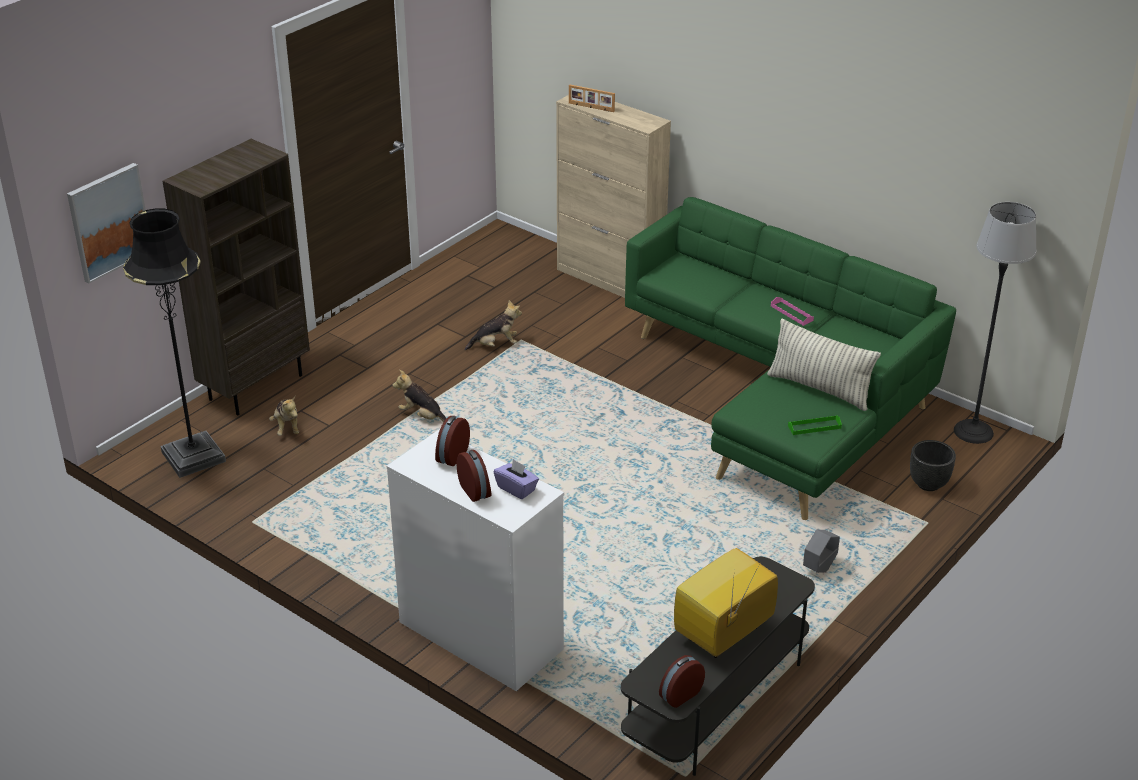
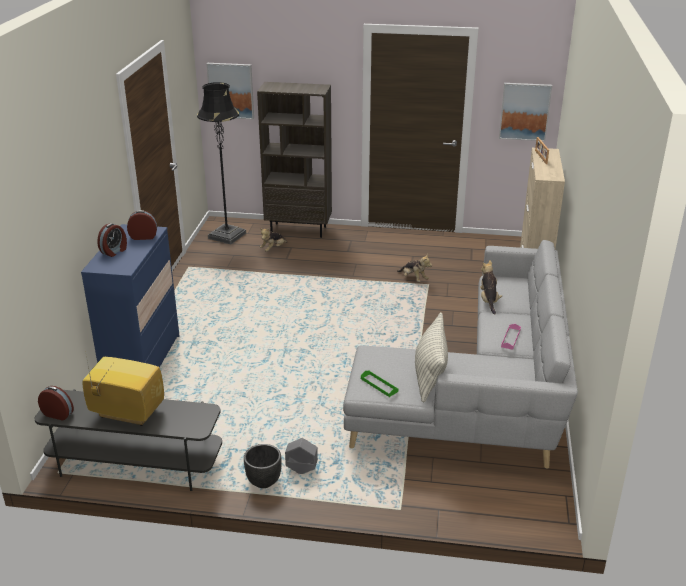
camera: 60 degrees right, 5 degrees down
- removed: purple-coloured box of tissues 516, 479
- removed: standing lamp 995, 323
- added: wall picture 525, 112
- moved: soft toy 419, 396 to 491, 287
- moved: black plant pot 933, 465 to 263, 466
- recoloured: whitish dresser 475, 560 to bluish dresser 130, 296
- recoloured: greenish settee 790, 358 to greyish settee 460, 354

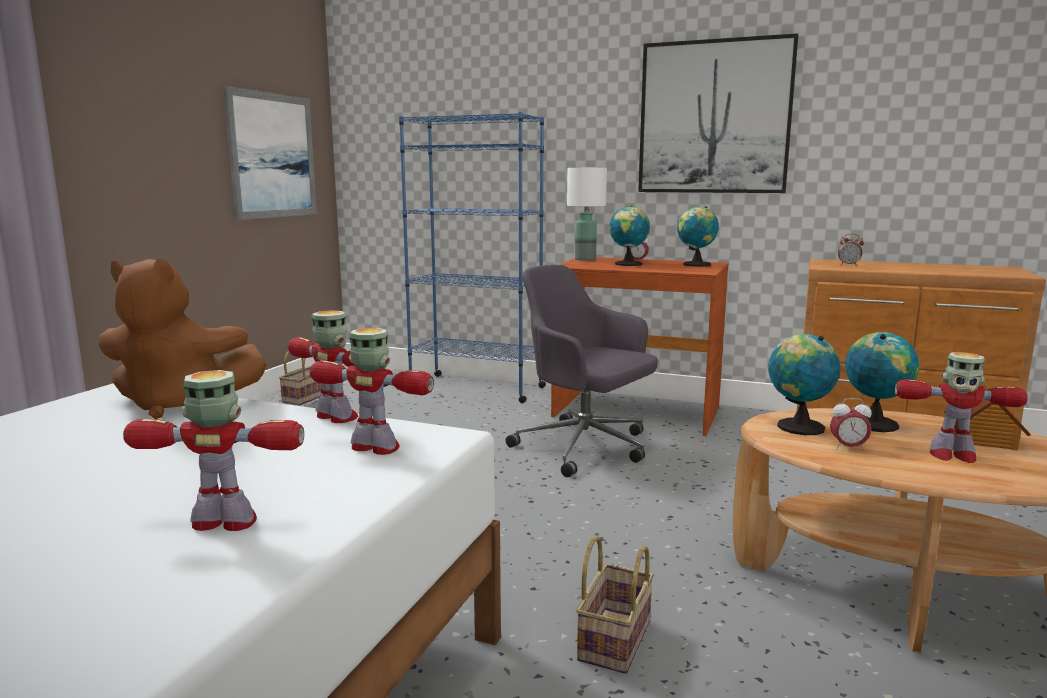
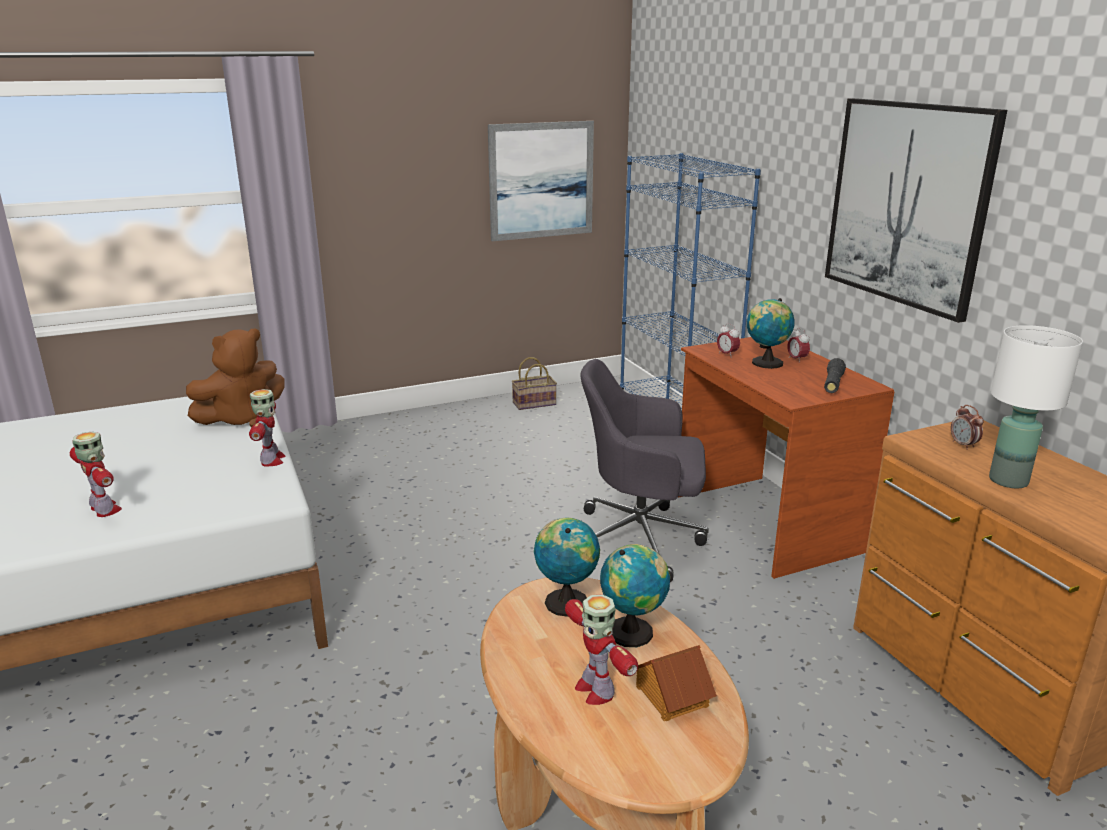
camera: 45 degrees right, 10 degrees up
- removed: toy robot 372, 391
- removed: basket 615, 605
- moved: whitish tabletop lamp 587, 214 to 1036, 406
- moved: alarm clock 851, 424 to 728, 340
- replaced: desk globe 698, 236 to black hand torch 835, 375
- turned: brown-coloured soft toy 183, 339 = 235, 378 90 degrees counterclockwise
- turned: greyish computer chair 582, 370 = 644, 470 75 degrees counterclockwise

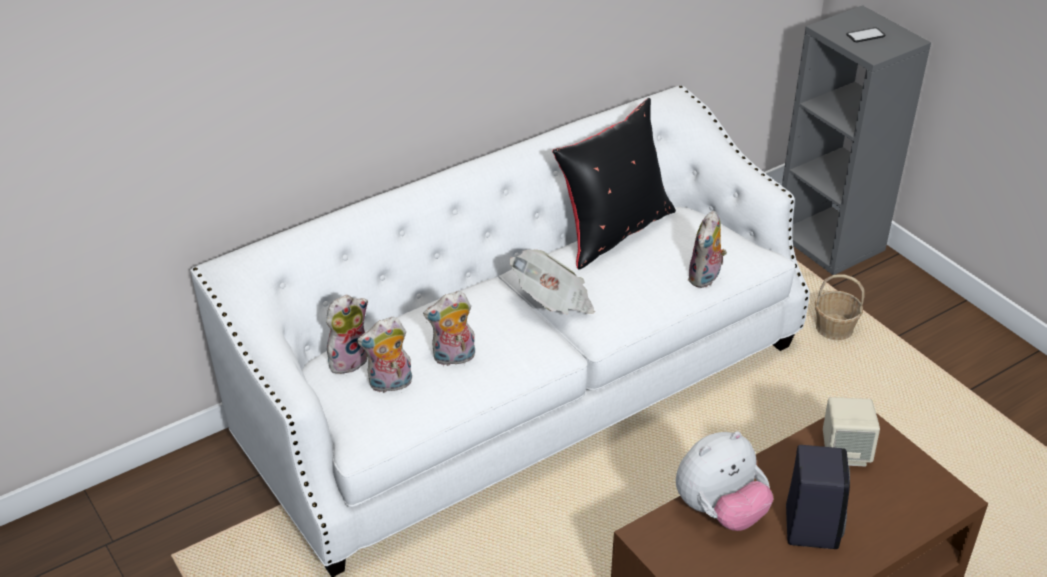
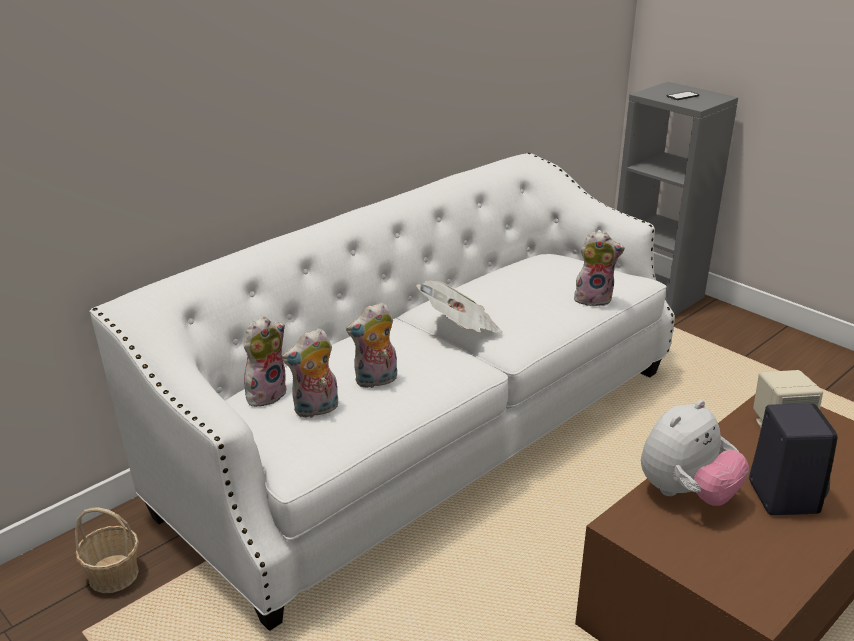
camera: 10 degrees left, 10 degrees down
- removed: black throw pillow 614, 184
- moved: basket 839, 307 to 107, 550
- turned: soft toy 707, 249 = 599, 269 105 degrees counterclockwise

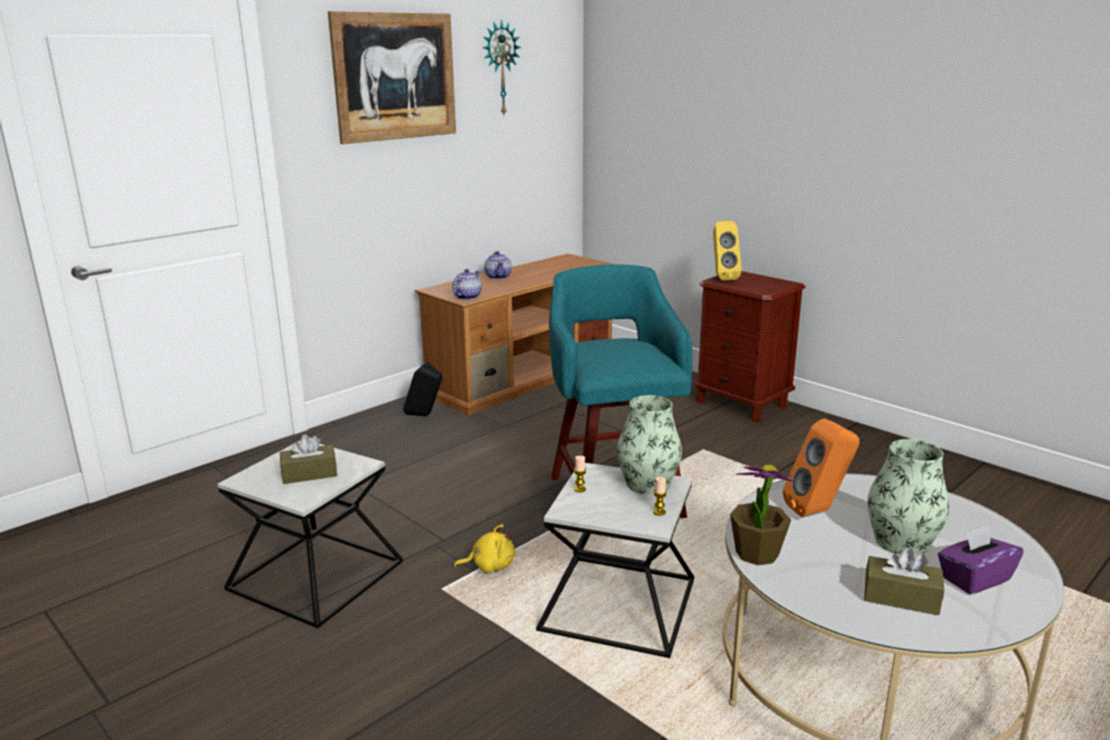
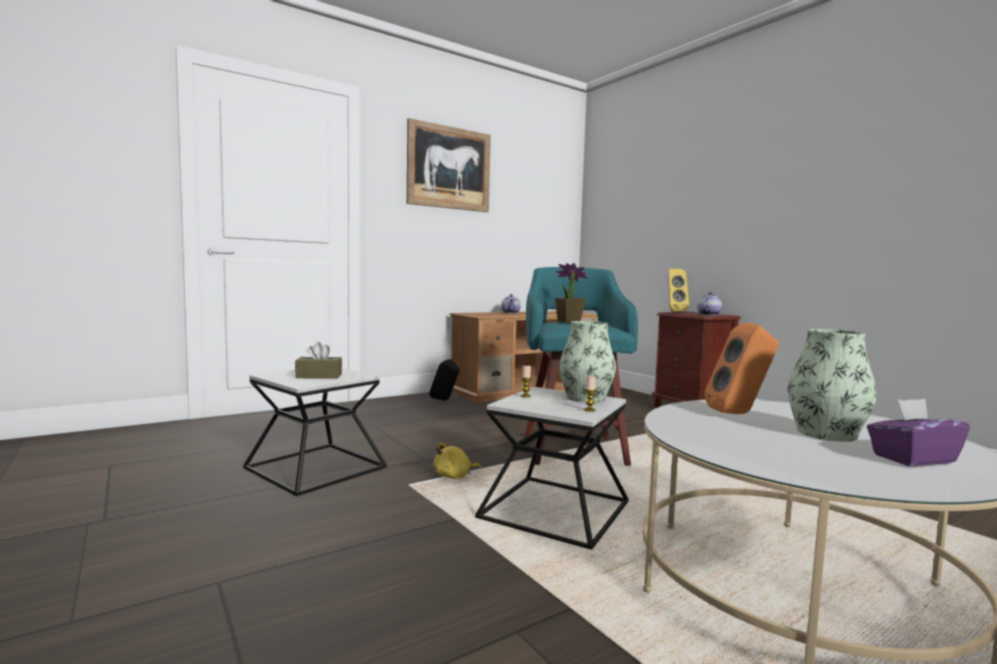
camera: 10 degrees right, 15 degrees down
- removed: wall clock 502, 67
- removed: brown-coloured box of tissues 904, 581
- moved: teapot 467, 284 to 709, 303
- moved: houseplant 762, 515 to 570, 293
- turned: yellow soft toy 484, 548 = 457, 460 150 degrees clockwise

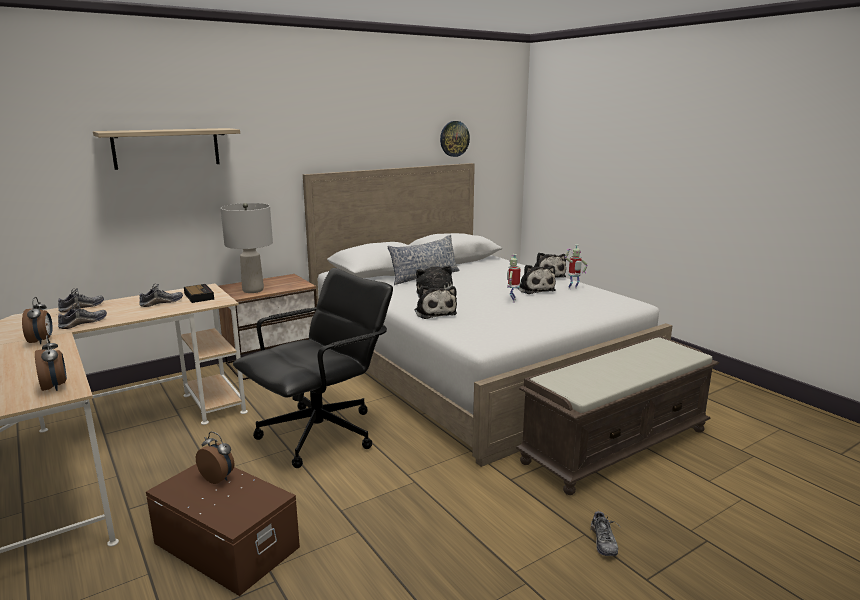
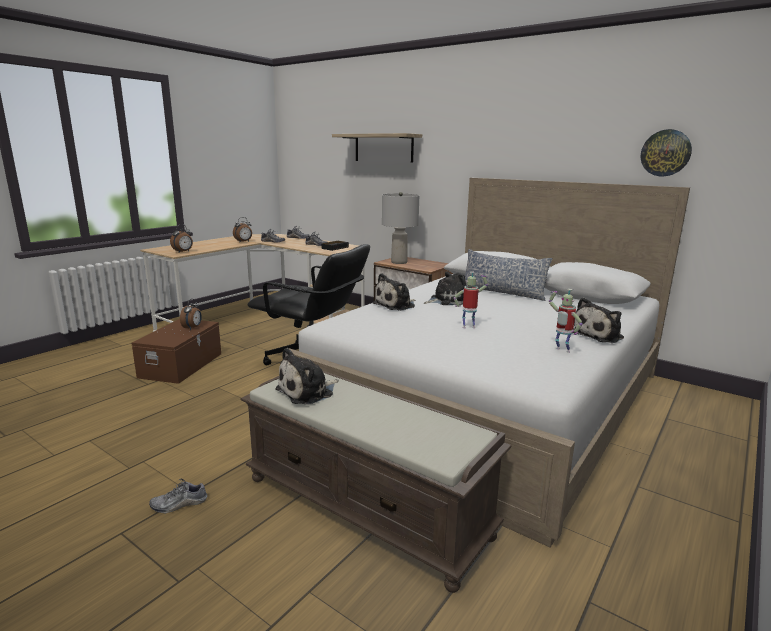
camera: 70 degrees right, 0 degrees up
- moved: soft toy 537, 279 to 307, 376

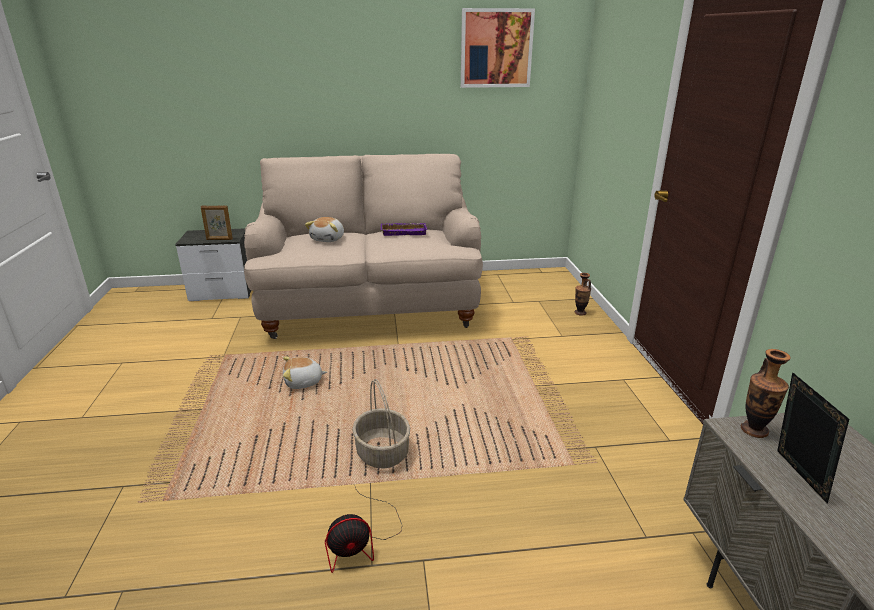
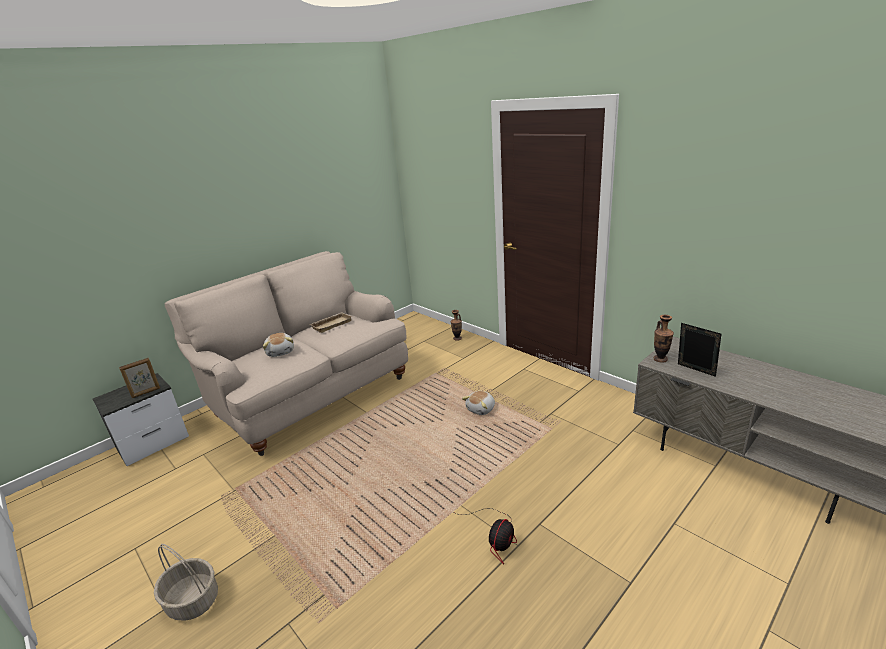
camera: 35 degrees left, 0 degrees up
- removed: wall picture 498, 48
- moved: soft toy 305, 372 to 478, 403
- moved: basket 381, 424 to 186, 582
- recoloured: purple-coloured carrying tray 404, 229 to beige-coloured carrying tray 331, 322

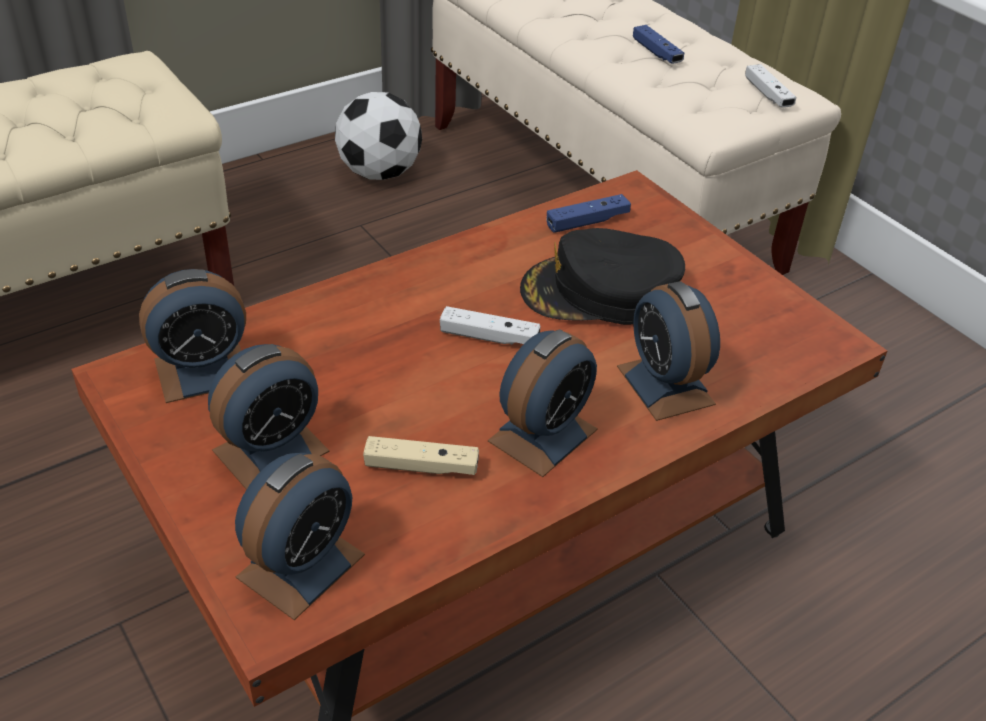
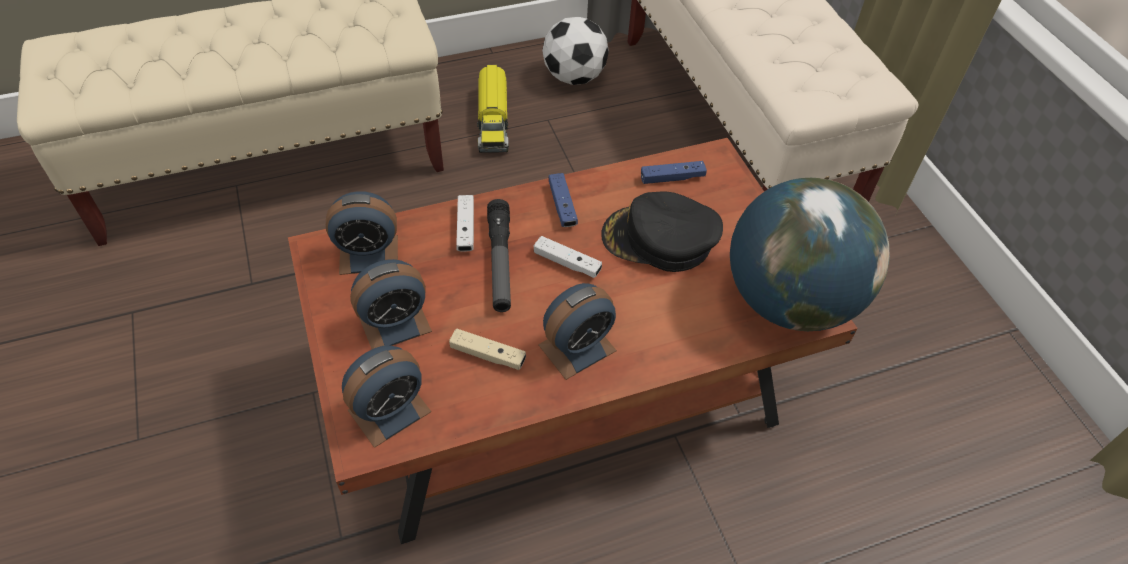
camera: 15 degrees right, 10 degrees up
- removed: alarm clock 668, 351
- added: toy truck 493, 109
- added: hand torch 499, 255
- added: desk globe 810, 254
- moved: bluish gamepad 658, 44 to 563, 200
- moved: whitish gamepad 770, 86 to 465, 223

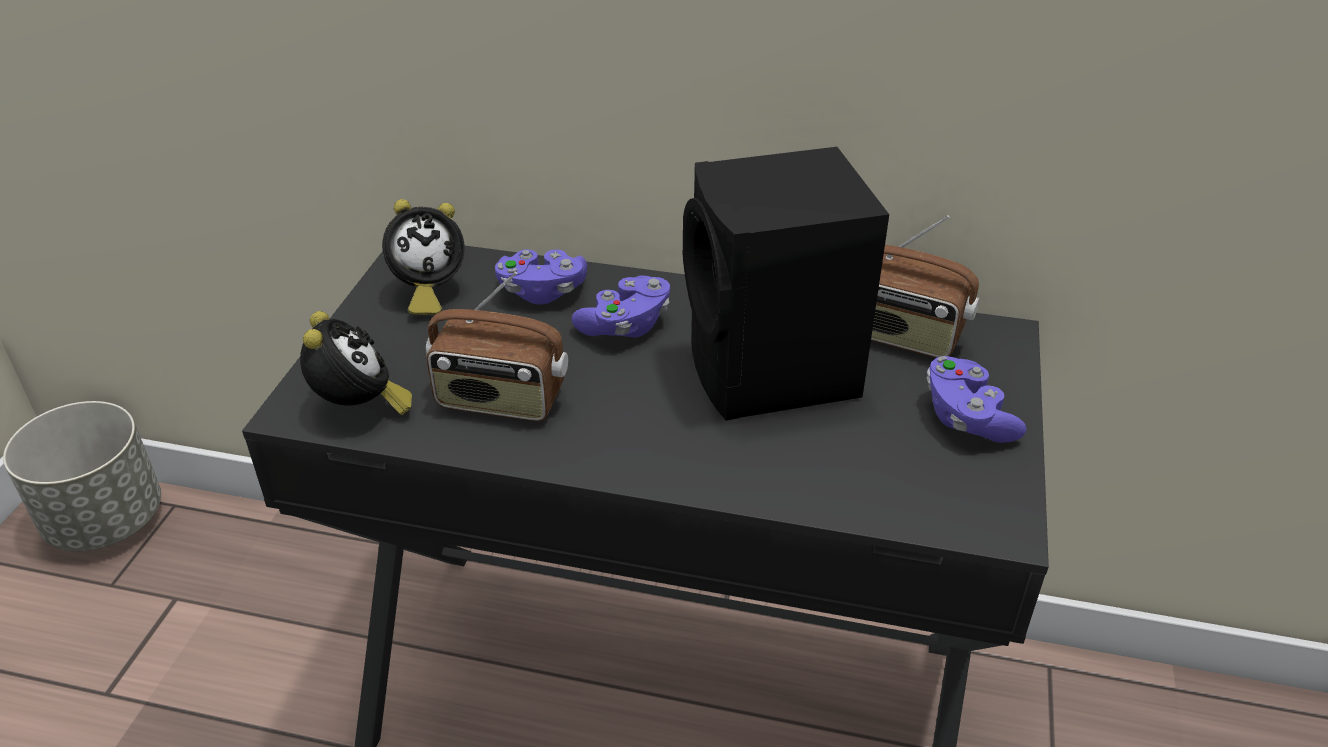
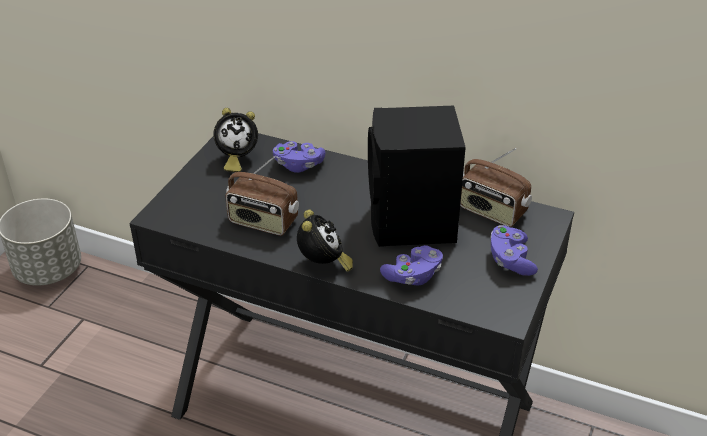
camera: 10 degrees right, 0 degrees up
- moved: alarm clock 356, 363 to 325, 241
- moved: purple-coloured gamepad 620, 306 to 411, 265

